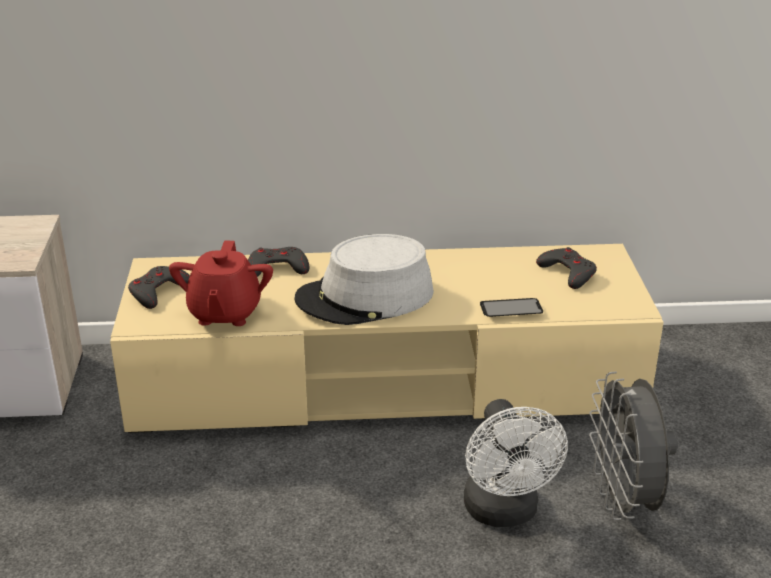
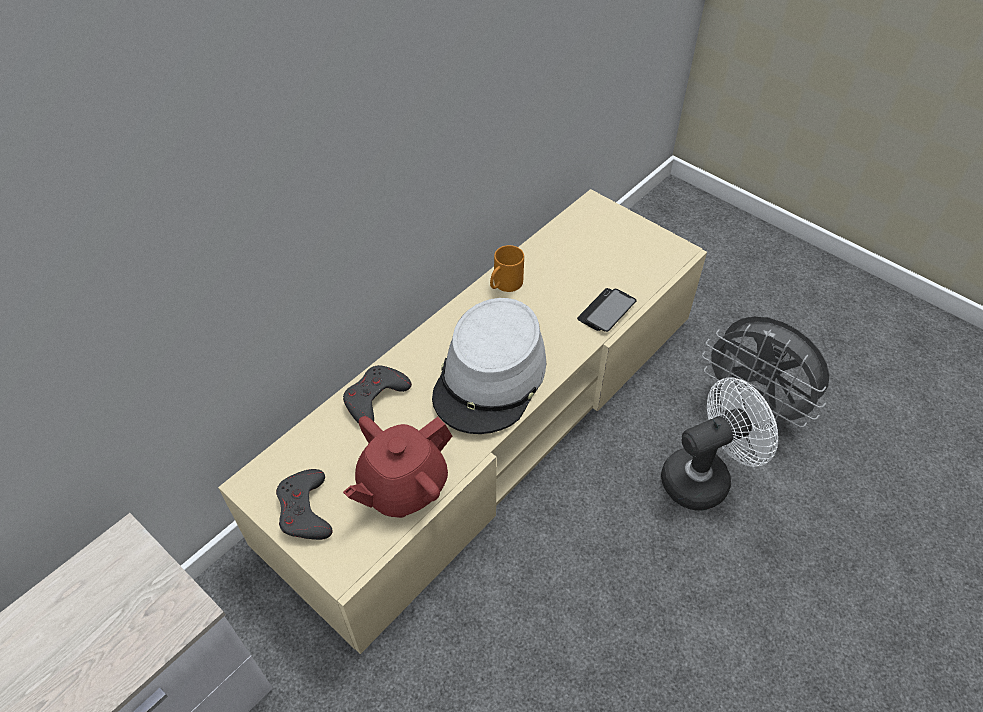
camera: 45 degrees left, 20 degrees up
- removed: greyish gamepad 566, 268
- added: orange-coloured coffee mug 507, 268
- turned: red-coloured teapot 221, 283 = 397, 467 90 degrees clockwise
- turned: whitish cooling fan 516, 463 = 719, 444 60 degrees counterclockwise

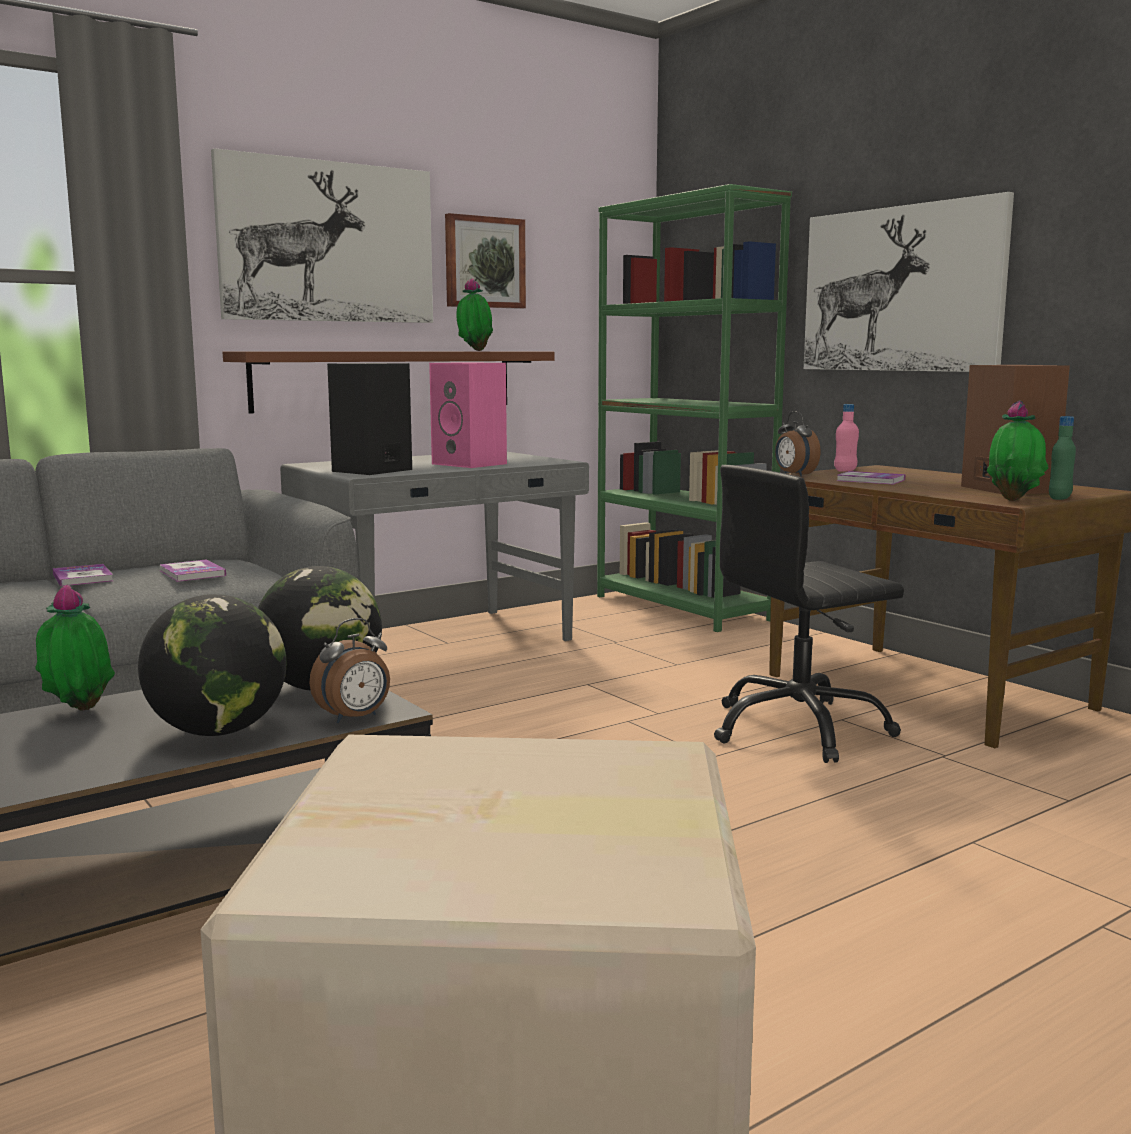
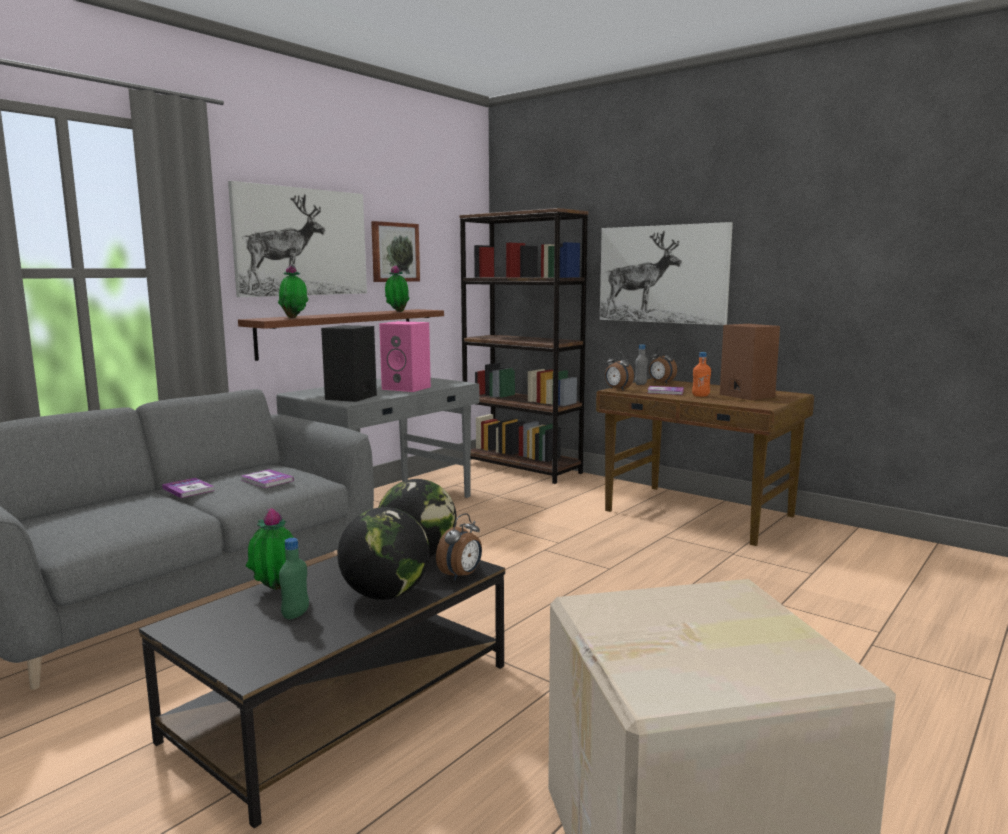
camera: 15 degrees left, 0 degrees up
- removed: black computer chair 809, 614
- added: alarm clock 663, 365
- added: orange-coloured drink bottle 701, 374
- moved: houseplant 1018, 450 to 293, 291
- moved: greenish drink bottle 1062, 458 to 294, 578
- recoloured: greenish bookcase 694, 408 to brown-coloured bookcase 524, 346
- recoloured: pinkish drink bottle 846, 437 to greyish drink bottle 641, 364

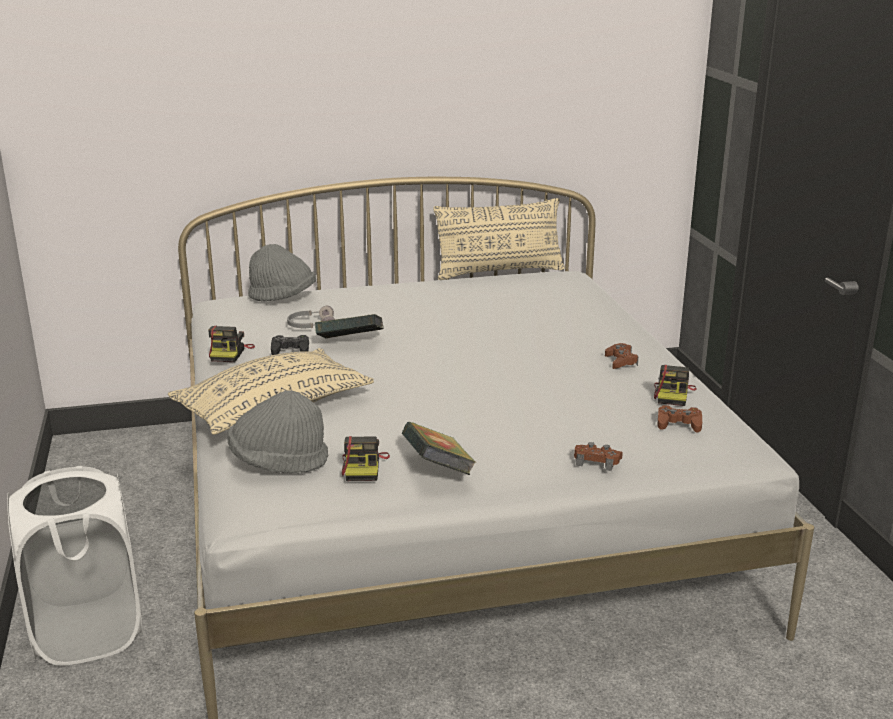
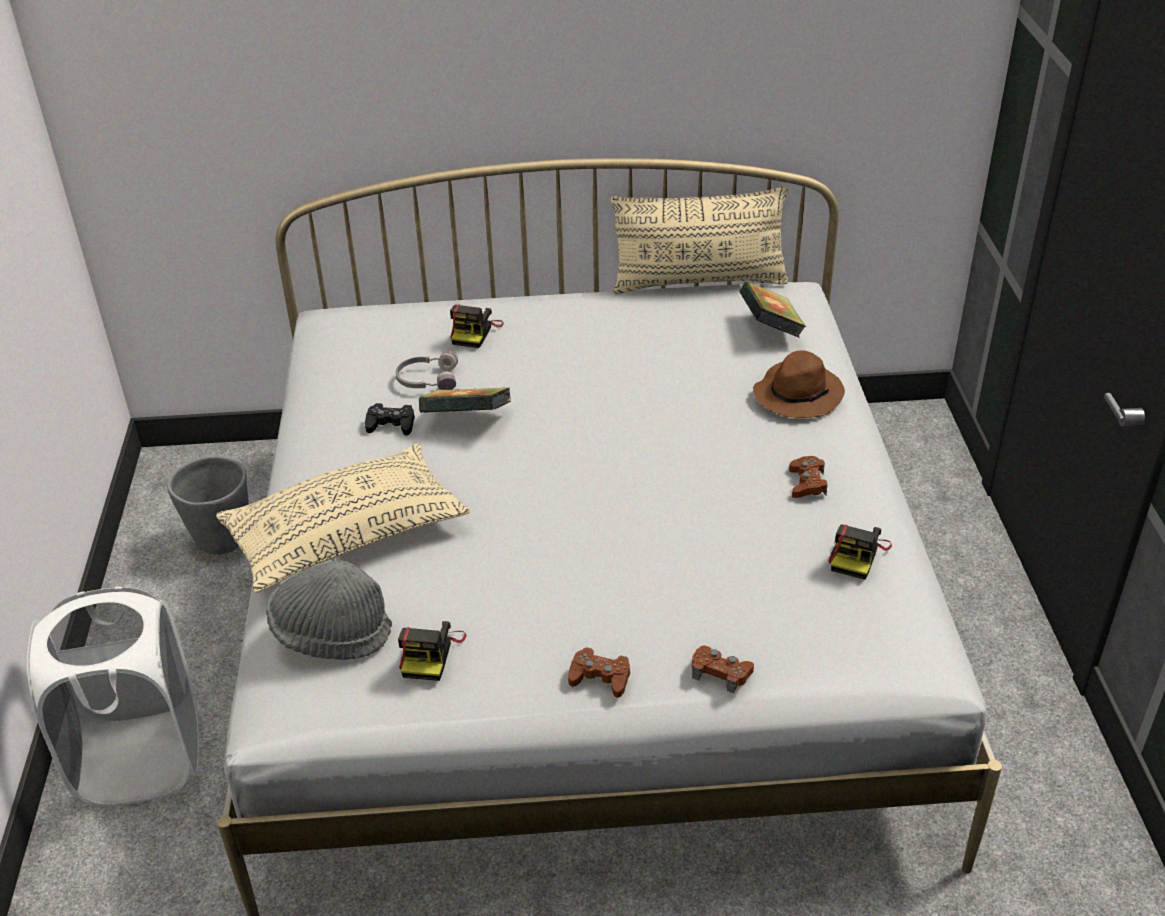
camera: 10 degrees right, 15 degrees up
- removed: greyish clothing hat 282, 273
- added: greyish plant pot 207, 505
- added: brown-coloured clothing hat 799, 384
- moved: photo camera 231, 344 to 477, 326
- moved: bound book 439, 448 to 772, 309
- moved: brown-coloured gamepad 679, 418 to 599, 672

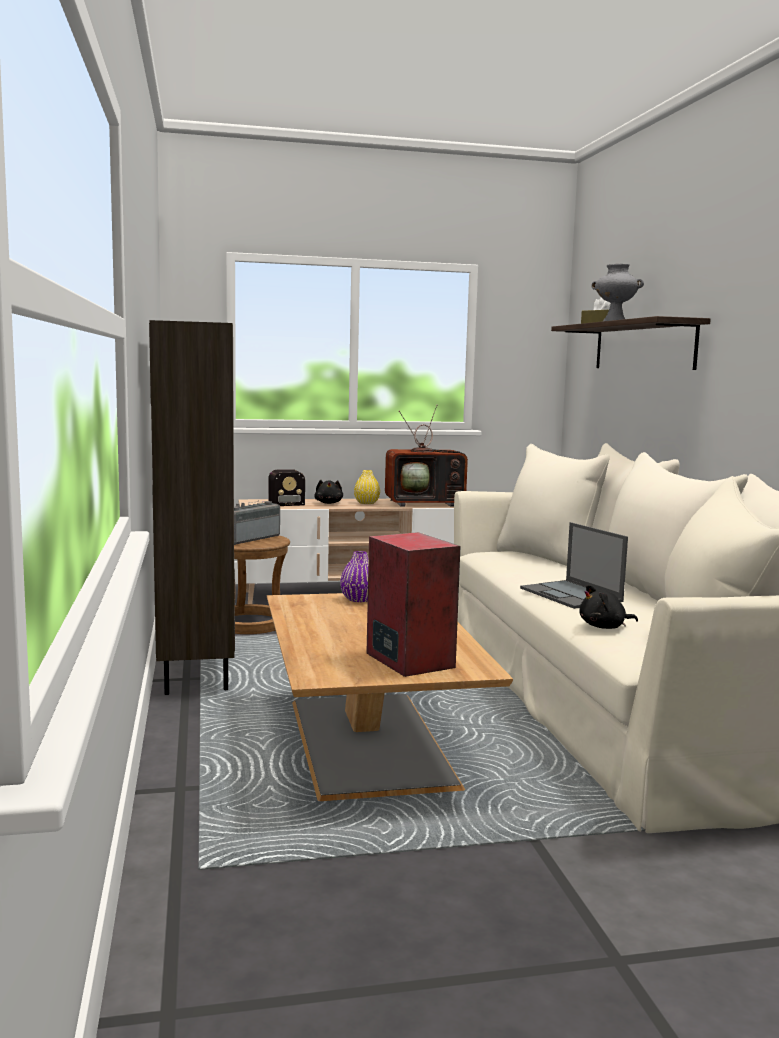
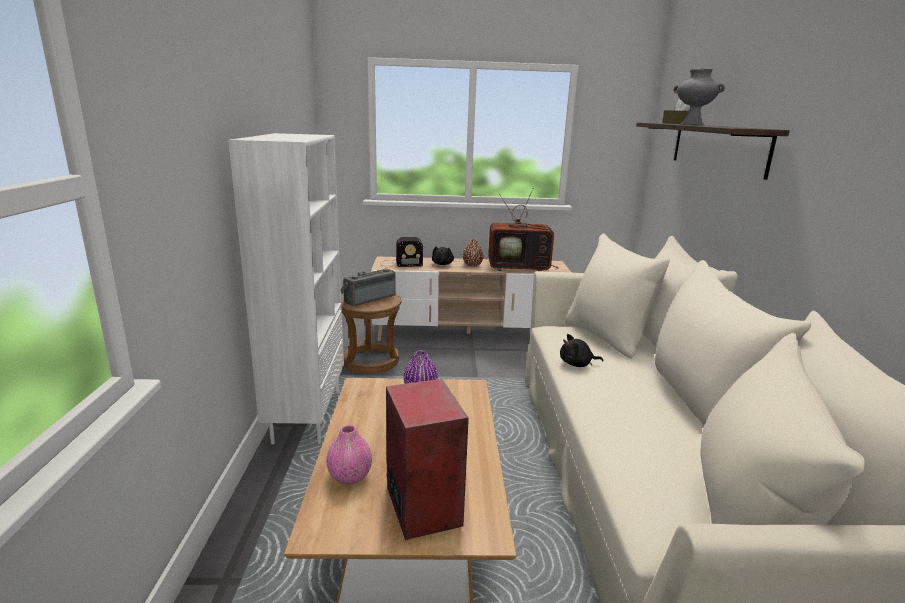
camera: 10 degrees right, 10 degrees up
- removed: notebook computer 574, 565
- added: pinkish vase 349, 454
- moved: black soft toy 608, 607 to 581, 350
- recoloured: brown-coloured bookcase 192, 507 to whitish bookcase 286, 289
- recoloured: yellow vase 367, 487 to brown-coloured vase 473, 253

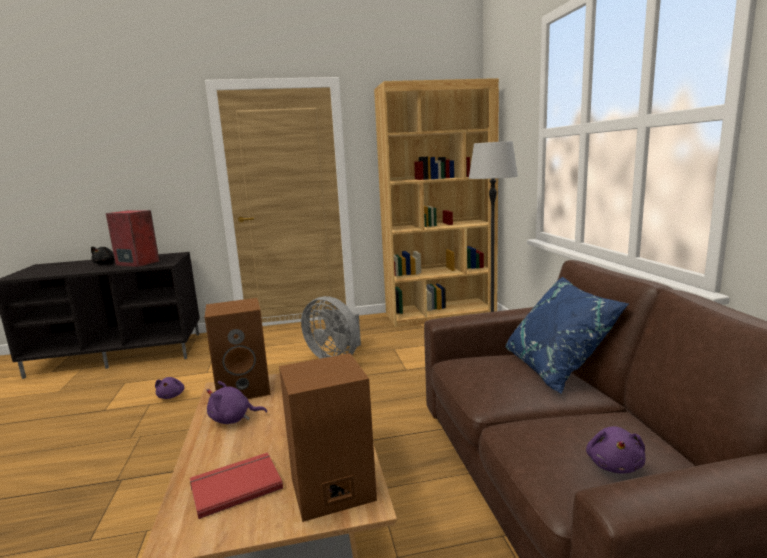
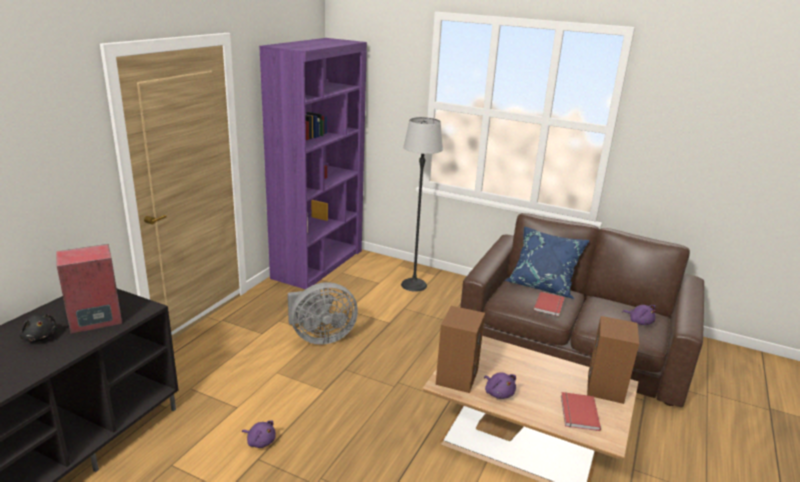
camera: 55 degrees left, 10 degrees up
- added: red-coloured bound book 549, 304
- recoloured: brown-coloured bookcase 436, 202 to purple-coloured bookcase 313, 163
- turned: purple-coloured soft toy 236, 402 = 500, 385 60 degrees counterclockwise

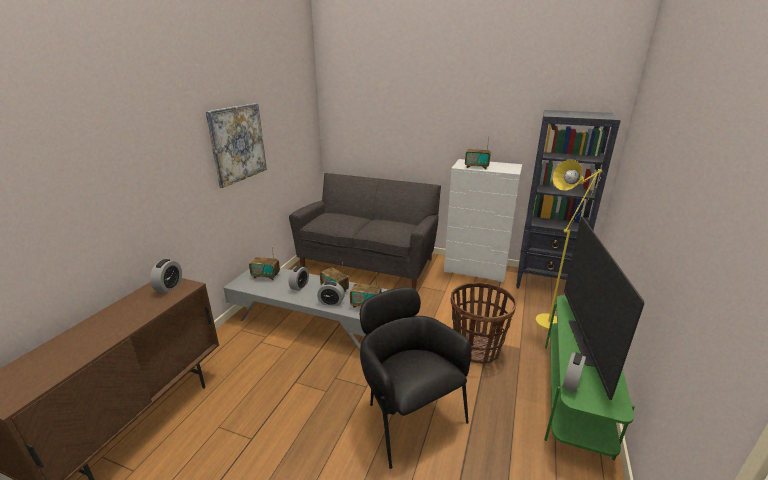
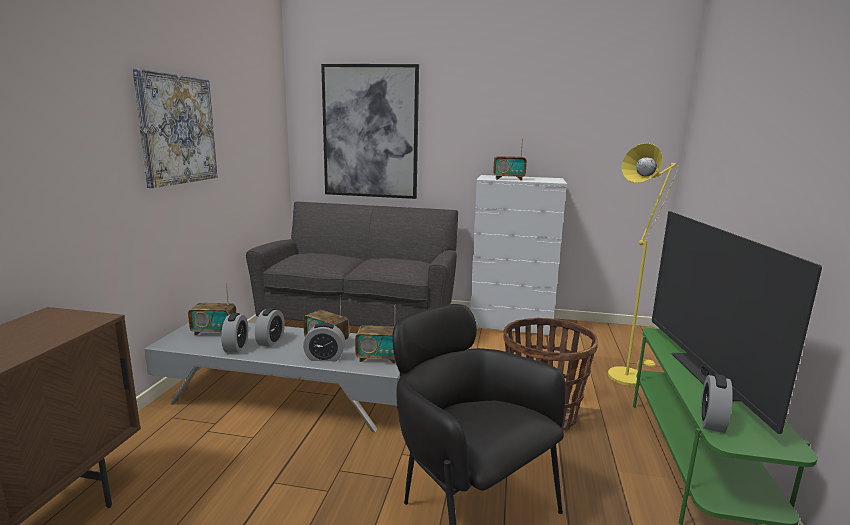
camera: 10 degrees left, 10 degrees down
- removed: black bookcase 568, 199
- added: wall picture 370, 131
- moved: alarm clock 166, 276 to 234, 333

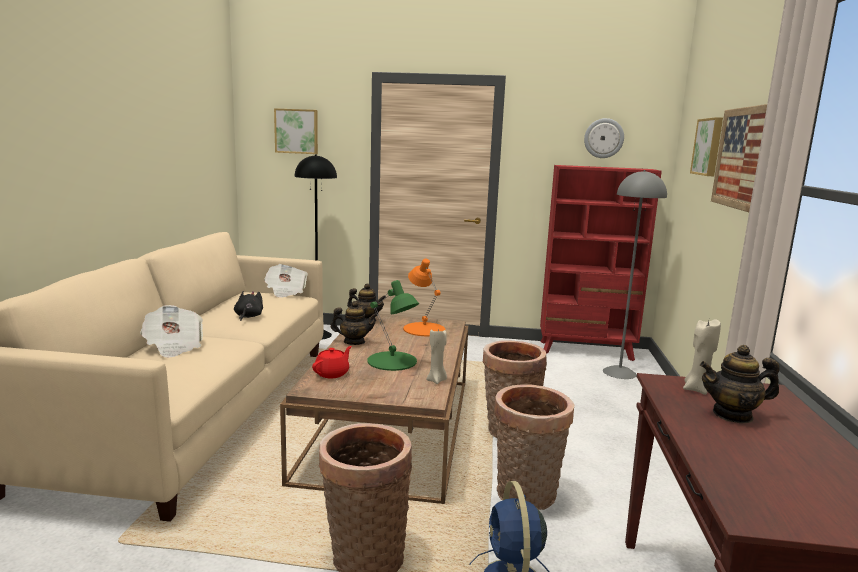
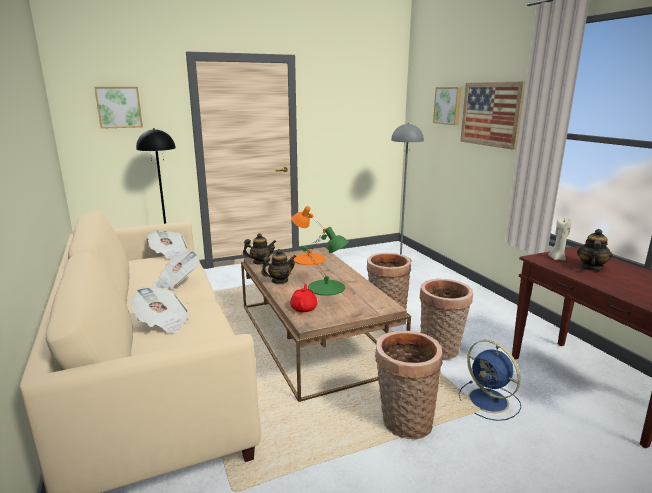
camera: 30 degrees left, 5 degrees up
- removed: beige-coloured candle 436, 355
- removed: red-coloured bookcase 601, 263
- removed: wall clock 604, 138
- replaced: black soft toy 248, 306 to newspaper 176, 270
- turned: teapot 740, 384 = 595, 250 150 degrees clockwise

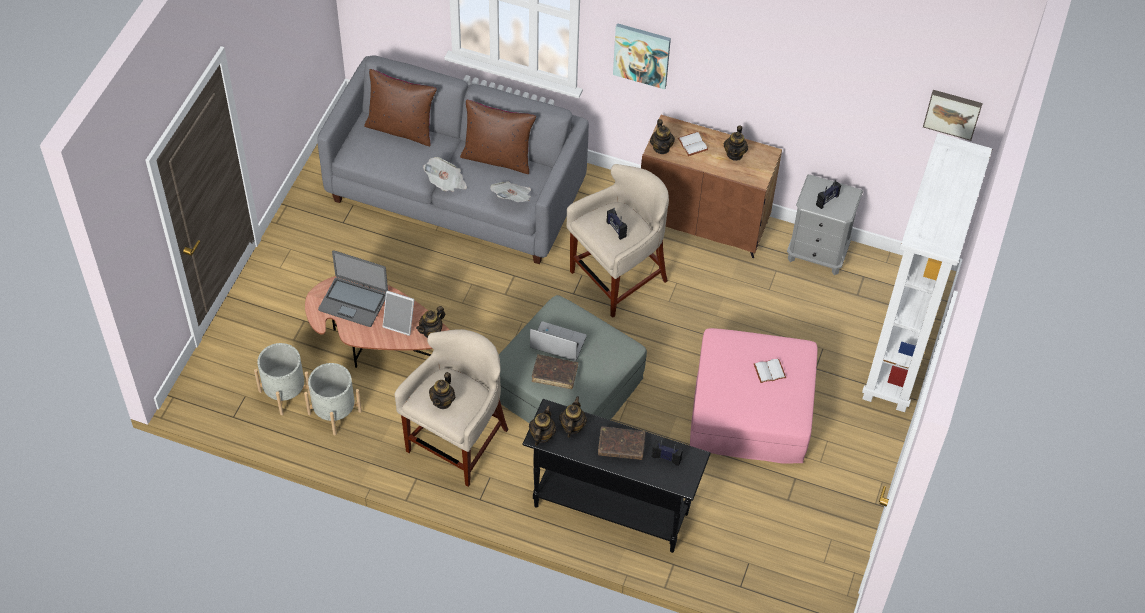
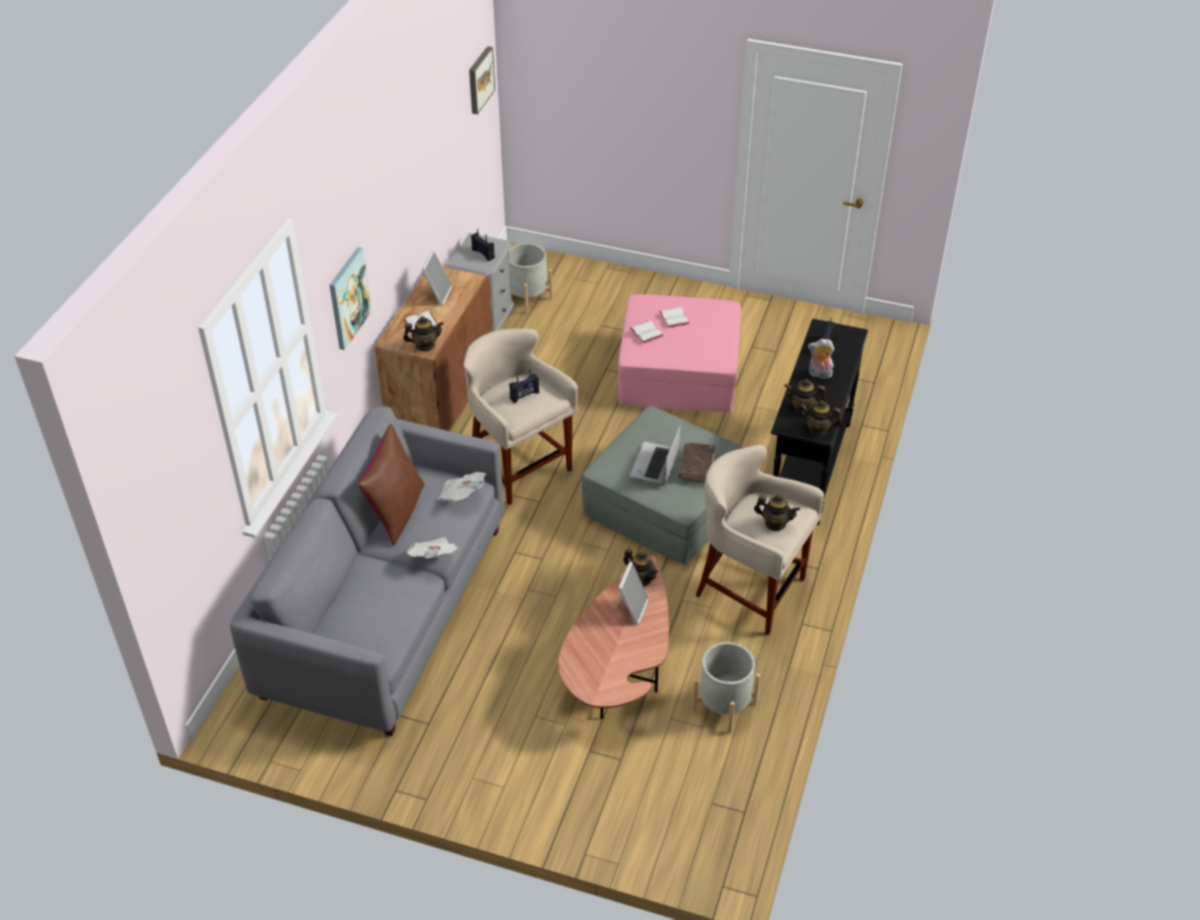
camera: 90 degrees left, 10 degrees down
- removed: notebook computer 353, 288
- removed: brown-coloured throw pillow 400, 107
- removed: whitish bookcase 927, 272
- added: whitish bound book 646, 332
- moved: greyish plant pot 282, 379 to 531, 278
- replaced: brown-coloured bound book 622, 443 to soft toy 821, 359
- replaced: teapot 736, 143 to photo frame 436, 278

